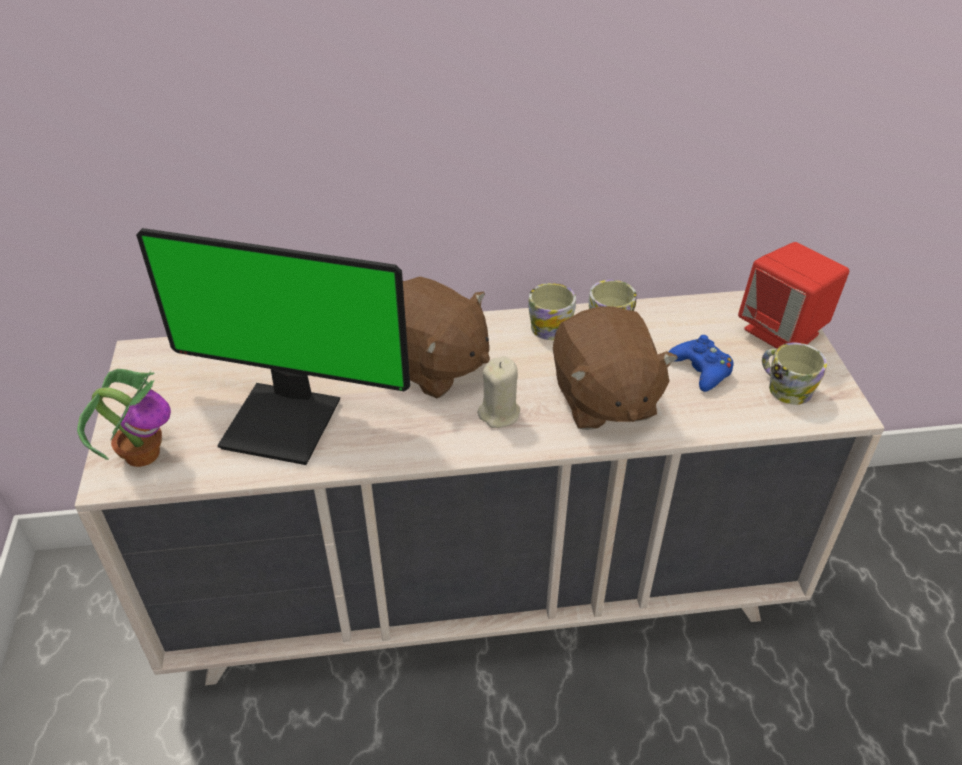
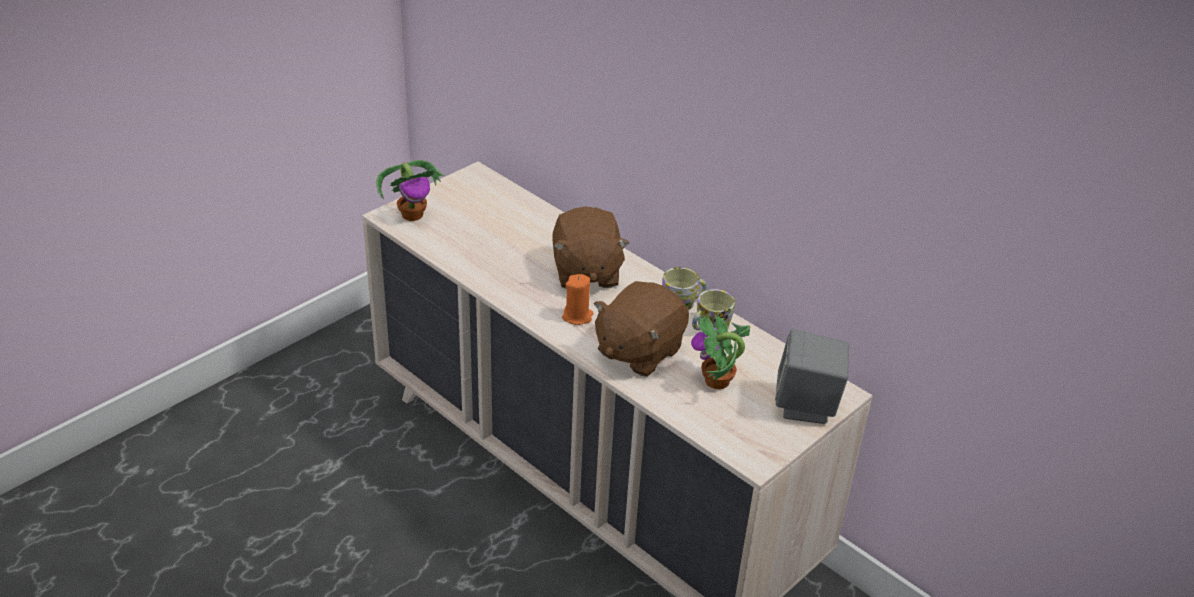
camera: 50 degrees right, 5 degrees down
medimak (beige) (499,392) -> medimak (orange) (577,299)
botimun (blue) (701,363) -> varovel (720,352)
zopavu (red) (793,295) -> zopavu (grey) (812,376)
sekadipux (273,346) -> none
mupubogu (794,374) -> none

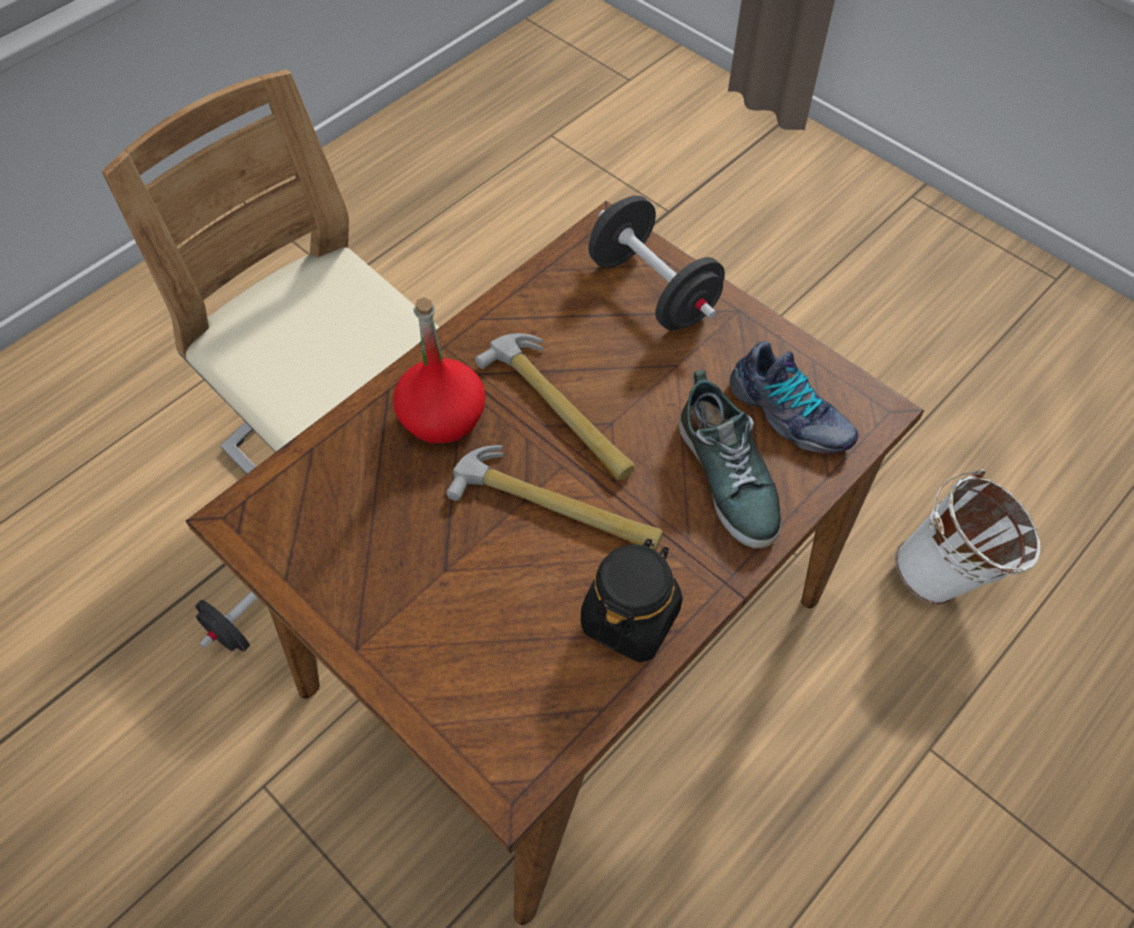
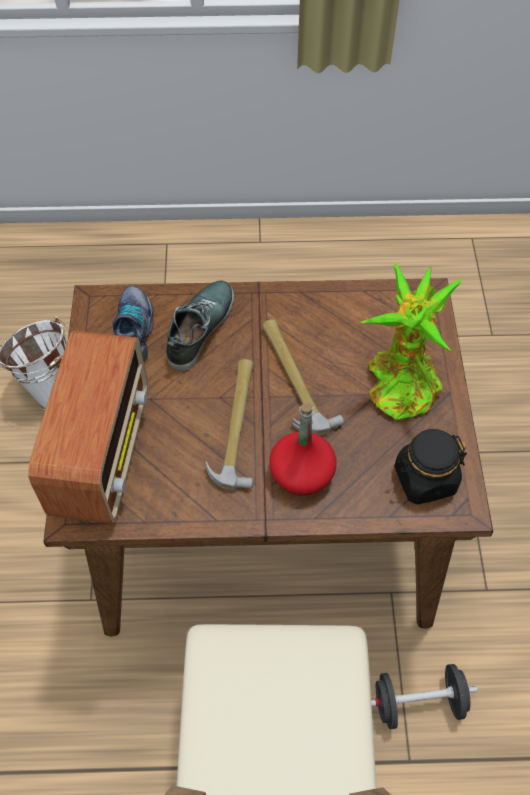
camera: 135 degrees left, 0 degrees up
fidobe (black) (656,262) -> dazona (88,427)
none -> varovel (411,341)
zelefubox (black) (632,600) -> zelefubox (black) (430,467), move

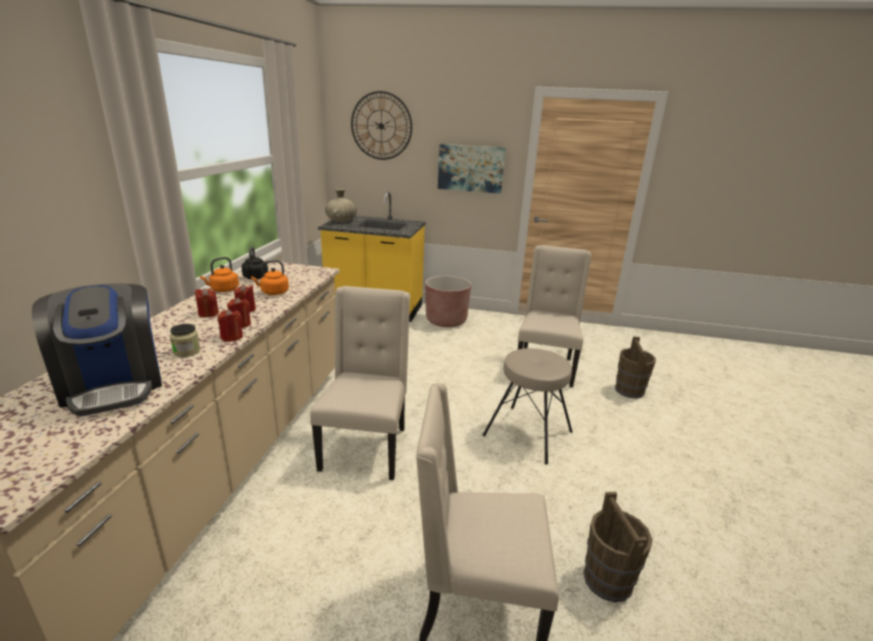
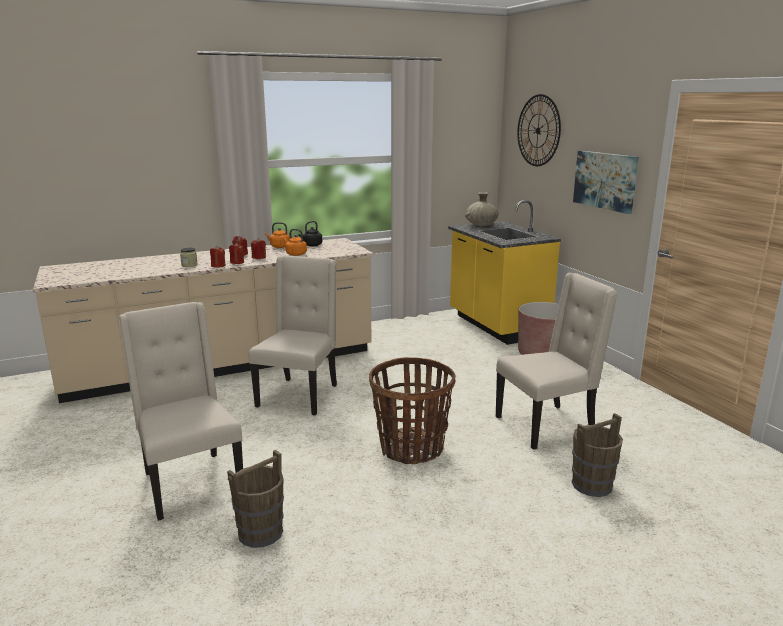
camera: 55 degrees right, 5 degrees down
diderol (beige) (360,383) -> diderol (beige) (293,335), 45 degrees counterclockwise
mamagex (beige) (527,406) -> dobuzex (412,410)
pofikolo (97,349) -> none

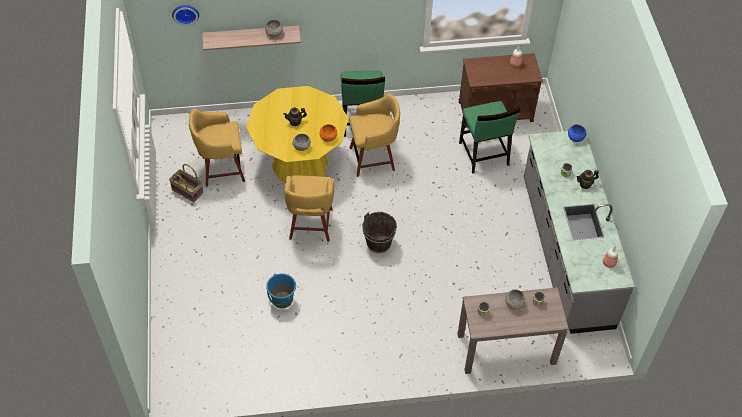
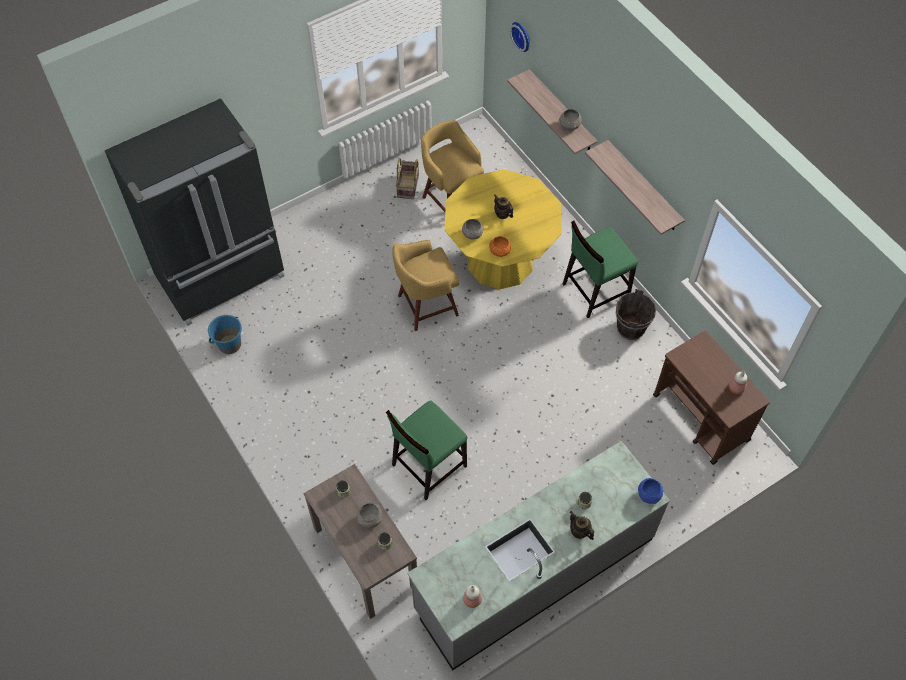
camera: 65 degrees right, 5 degrees up
none -> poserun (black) (194,211)
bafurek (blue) (281,291) -> bafurek (blue) (225,334), move
diderol (green) (490,137) -> diderol (green) (427,450), move
none -> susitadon (635,187)
bafurek (brown) (379,232) -> bafurek (brown) (635,314), move
mamagex (yellow) (374,135) -> none

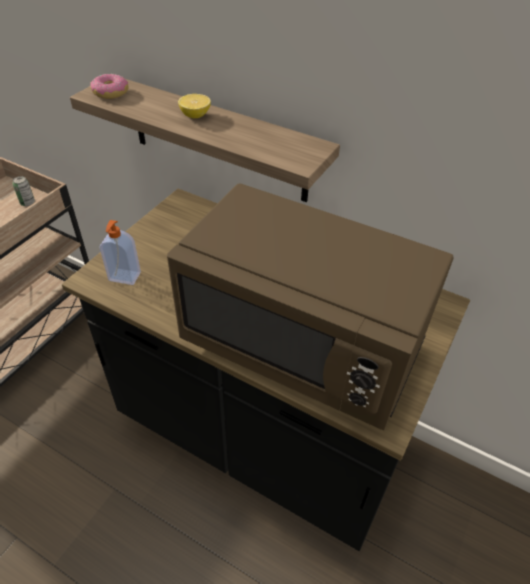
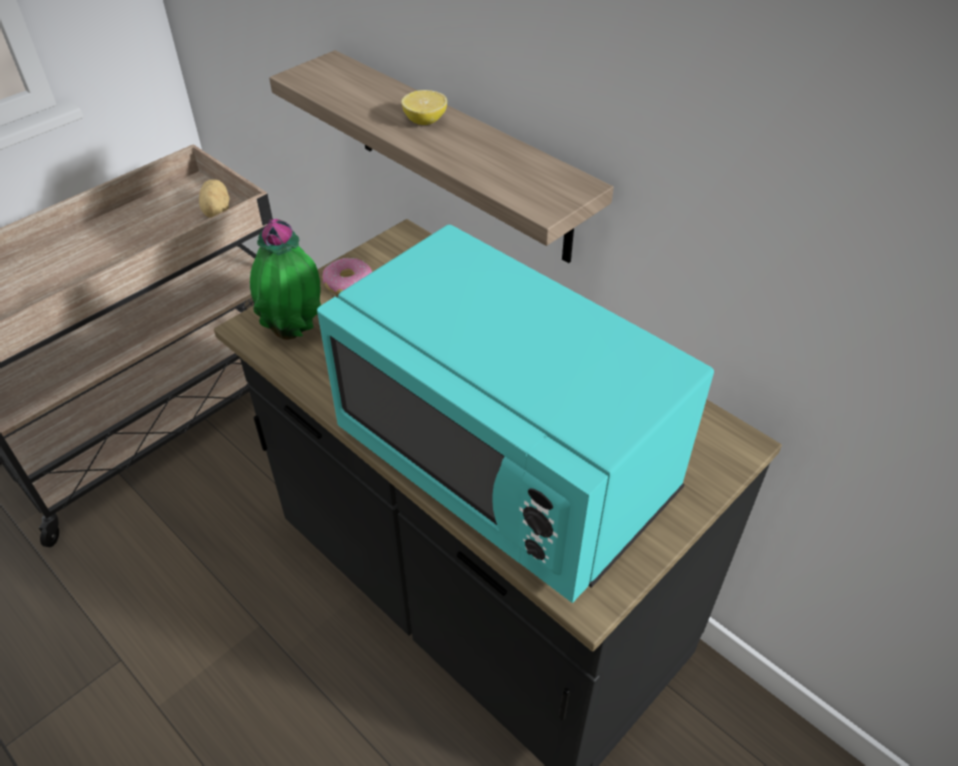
camera: 15 degrees right, 0 degrees up
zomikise (23,191) -> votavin (214,198)
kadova (120,252) -> varovel (285,279)
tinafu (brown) (310,307) -> tinafu (turquoise) (515,414)
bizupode (109,86) -> bizupode (347,276), move

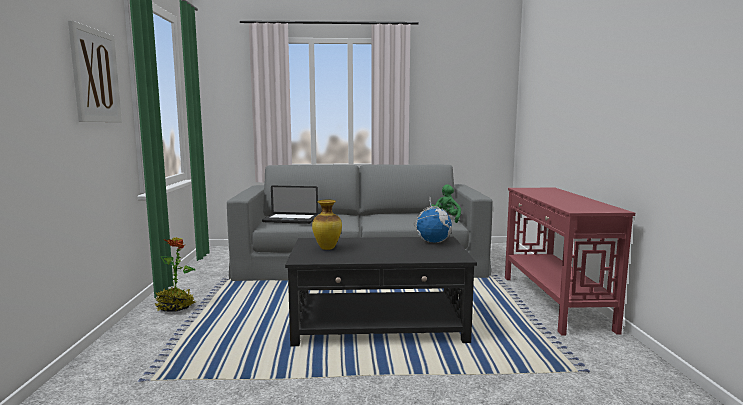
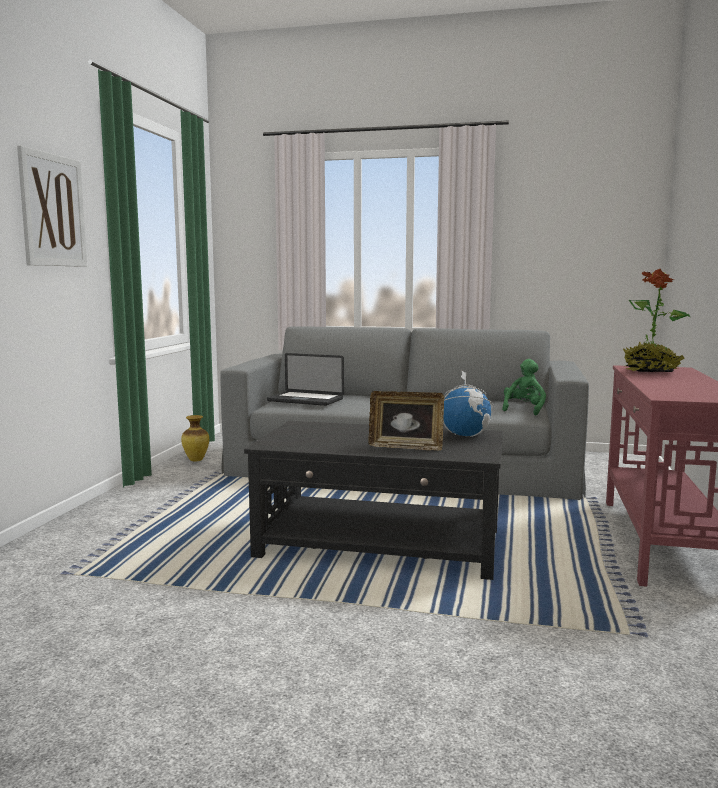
camera: 15 degrees right, 0 degrees up
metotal (327,225) -> metotal (195,438), move
none -> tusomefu (406,421)
varovel (175,274) -> varovel (656,320), move

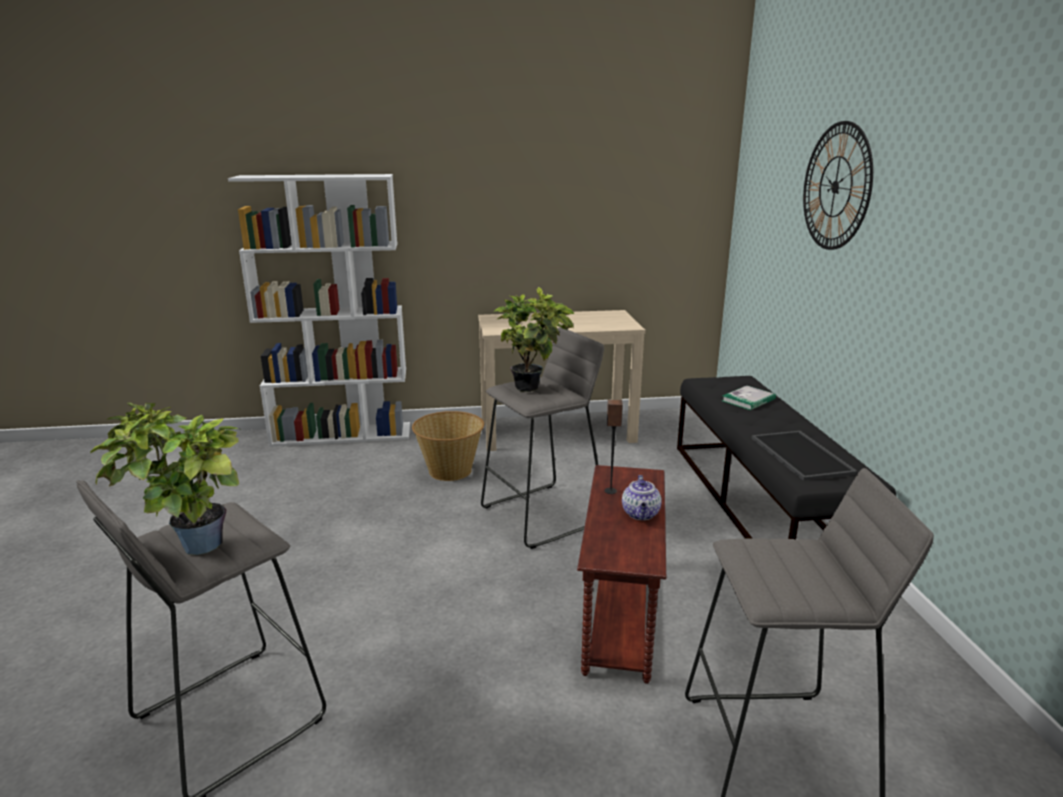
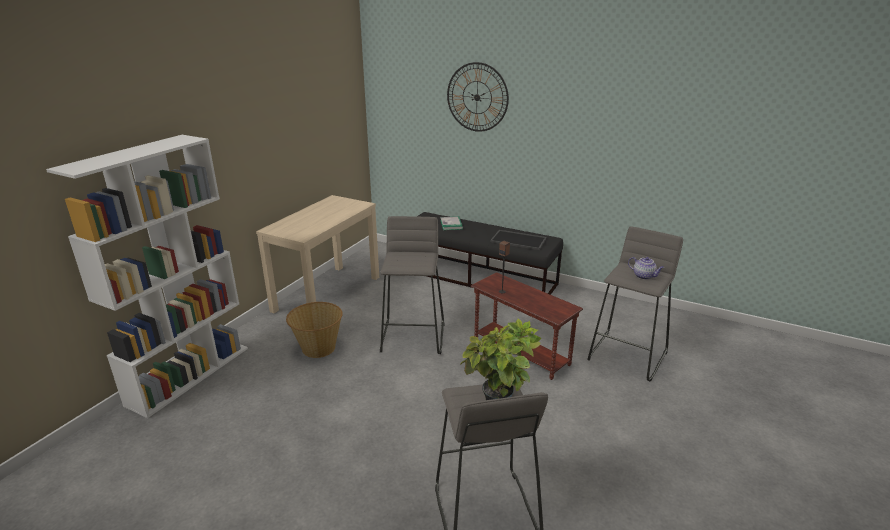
camera: 55 degrees left, 5 degrees up
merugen (642,497) -> merugen (646,268), move
varovel (533,339) -> none

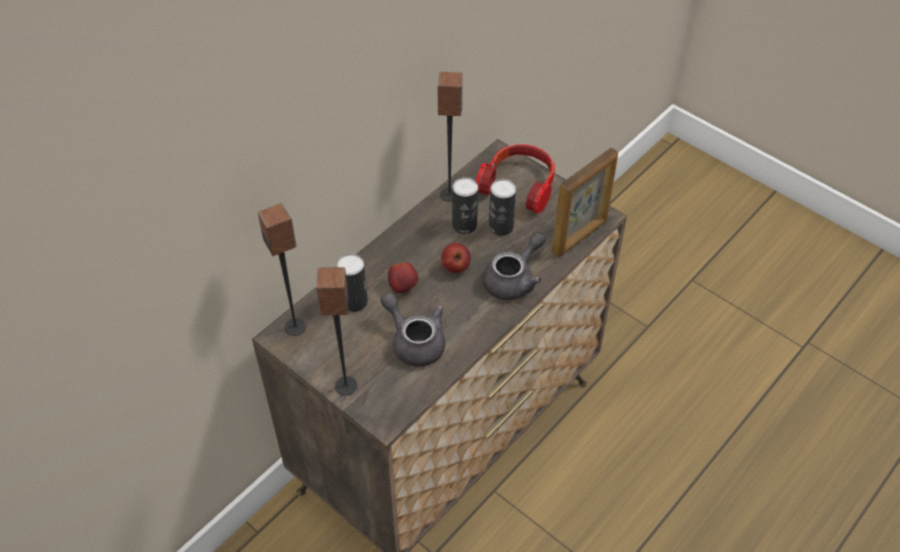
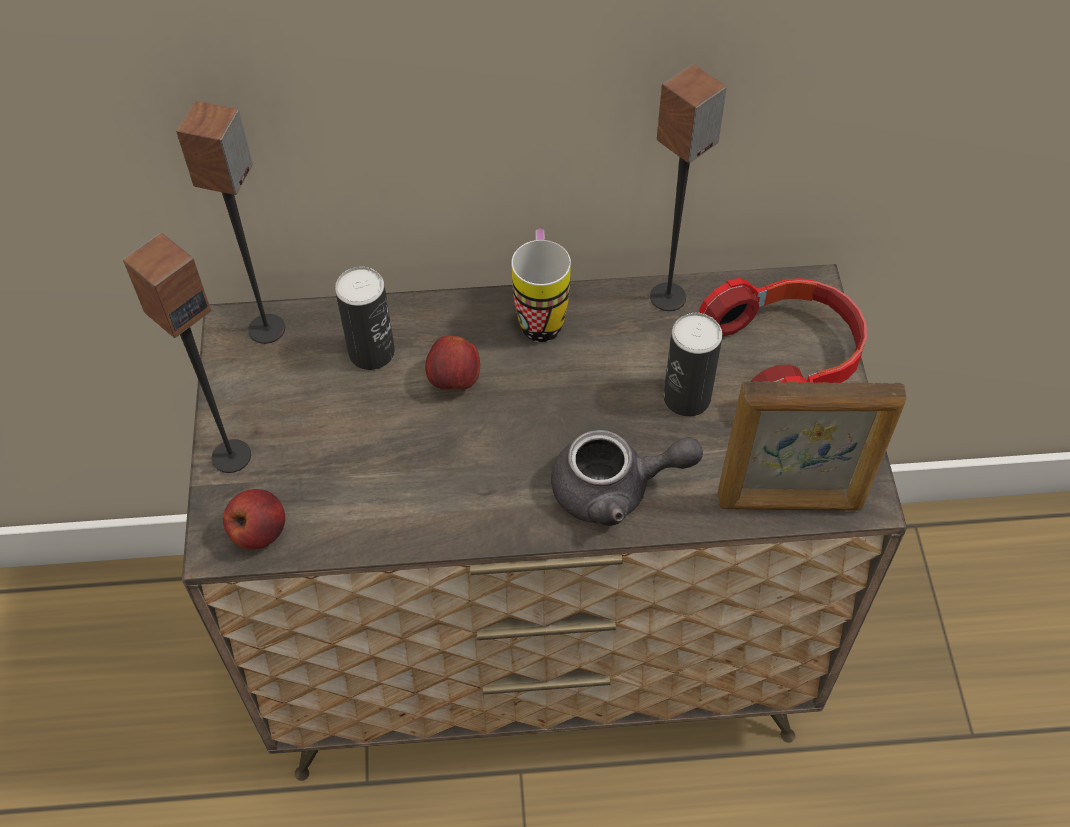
camera: 45 degrees right, 5 degrees up
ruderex (456,258) -> ruderex (254,519), move
none -> mupubogu (541,285)
merugen (grey) (412,329) -> none
zomikise (465,205) -> none

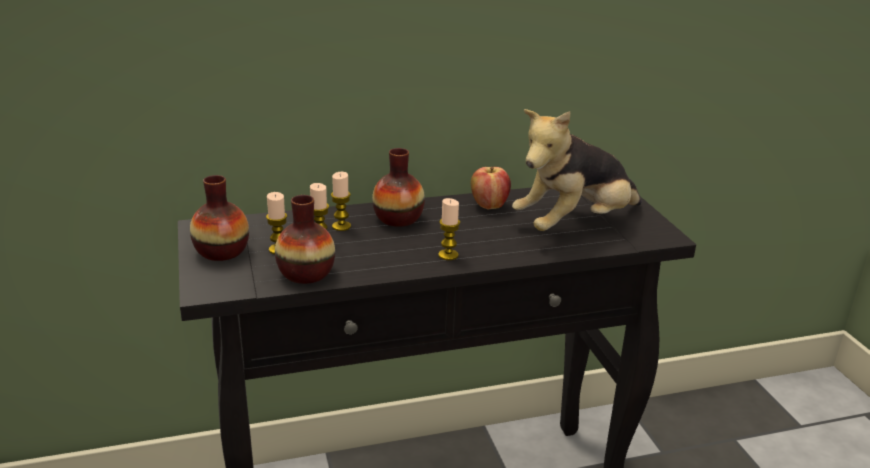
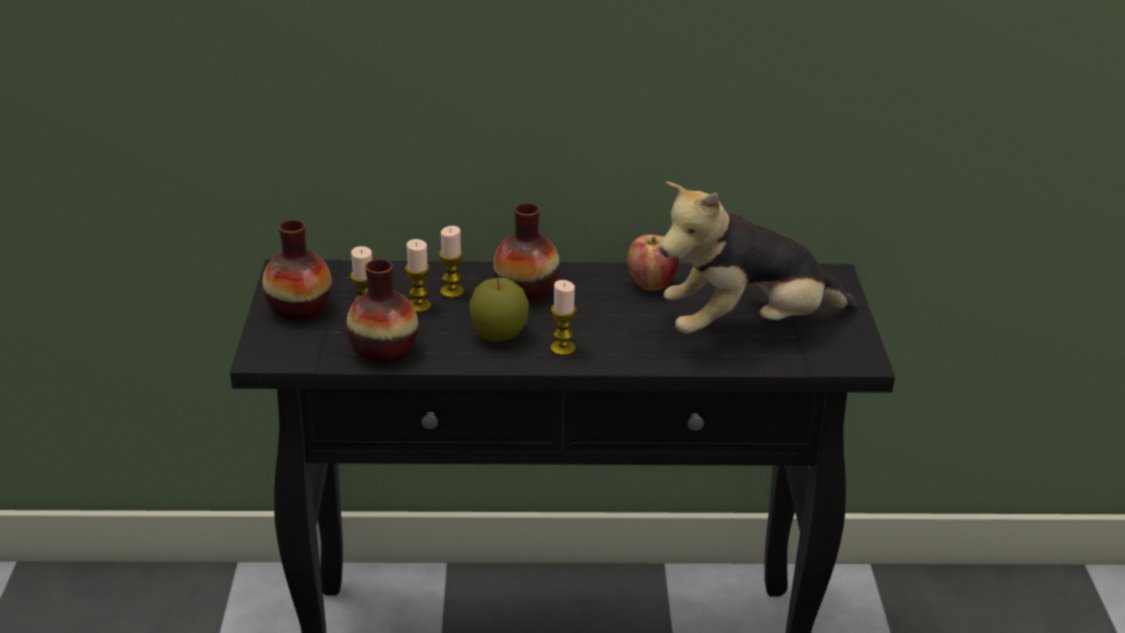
camera: 15 degrees right, 5 degrees up
none -> ruderex (499,309)

